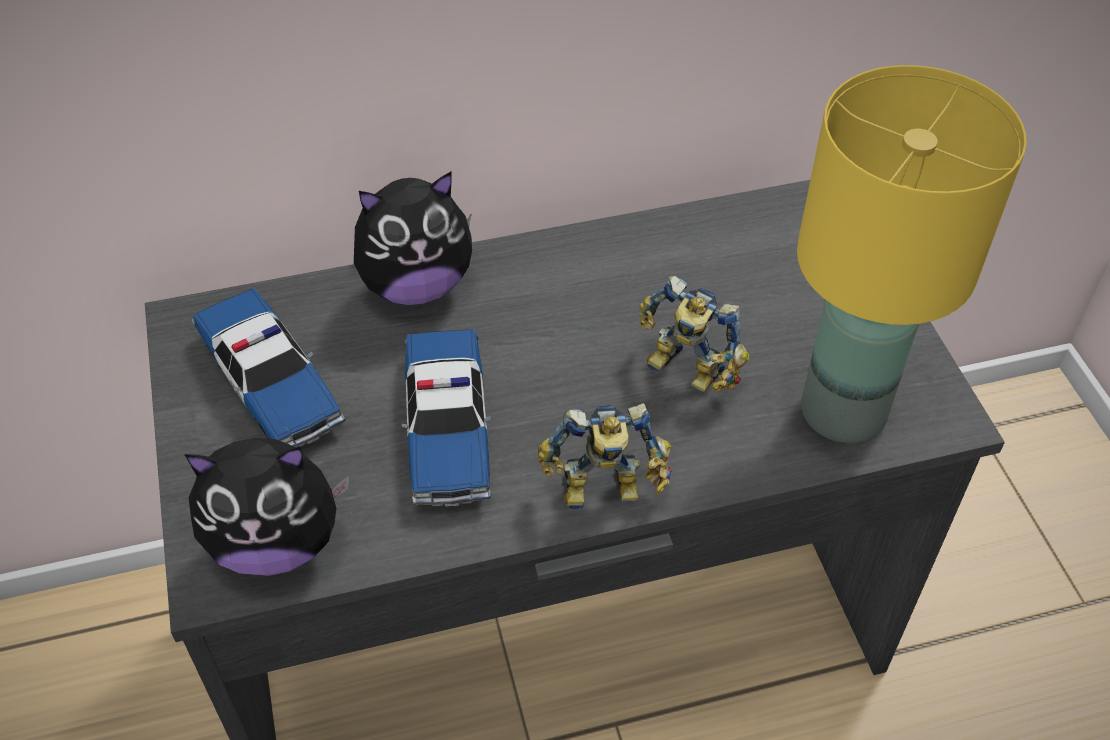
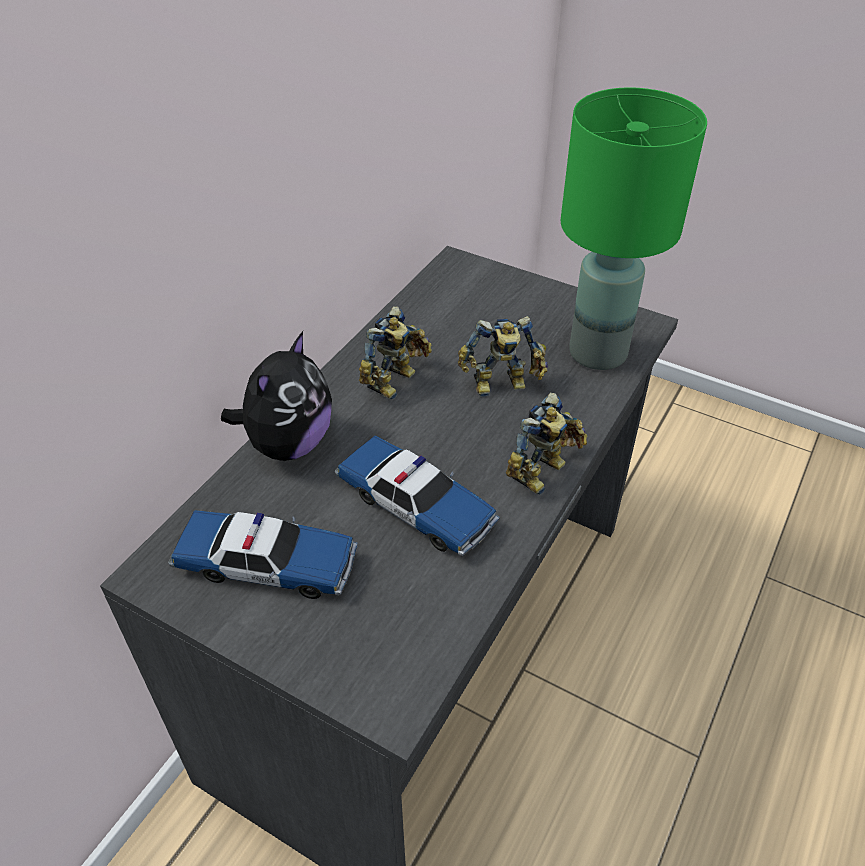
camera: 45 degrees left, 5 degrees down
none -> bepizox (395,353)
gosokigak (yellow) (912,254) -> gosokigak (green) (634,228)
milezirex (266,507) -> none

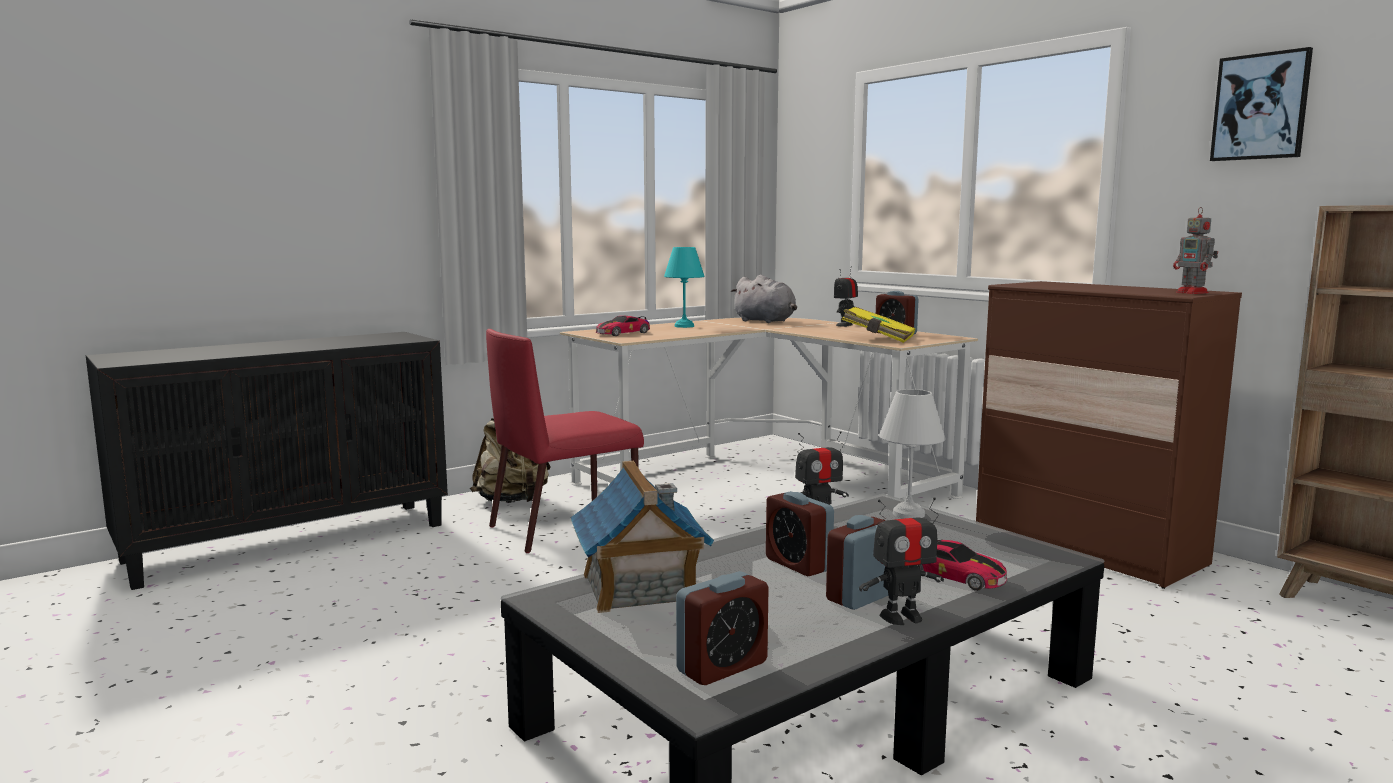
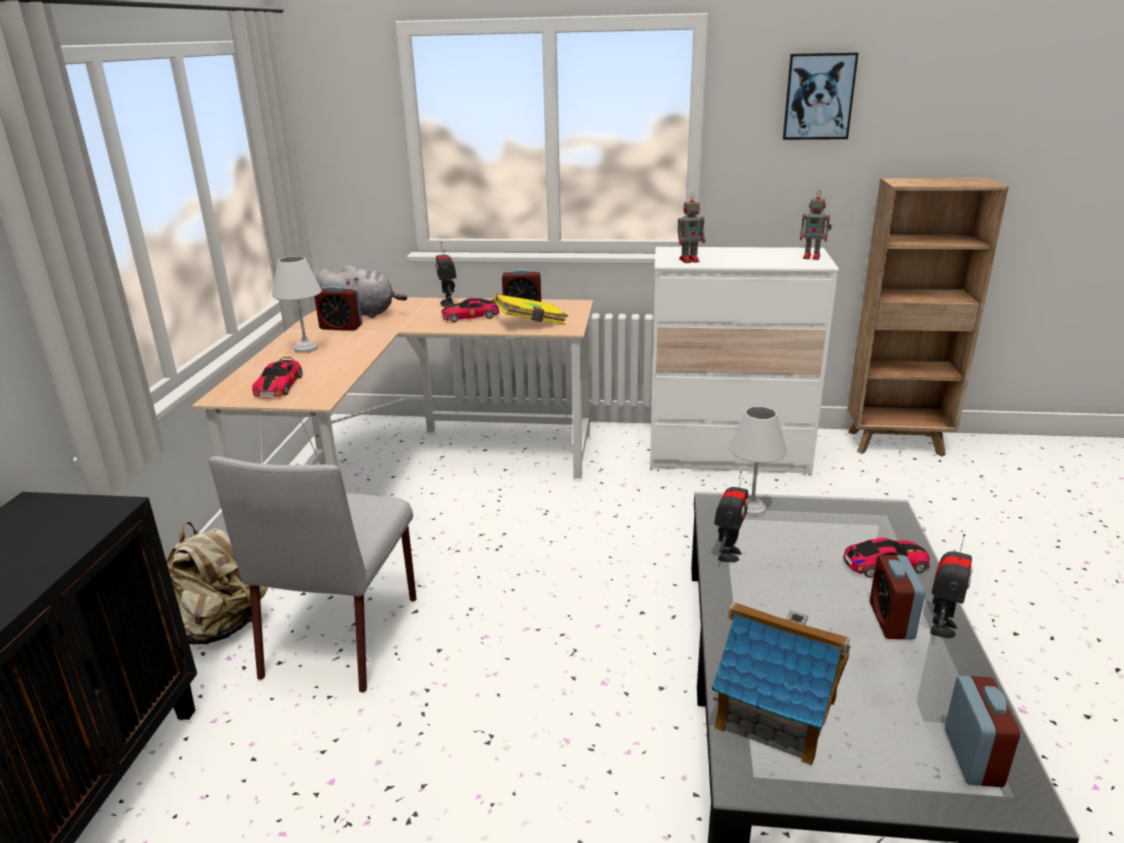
camera: 45 degrees left, 15 degrees up
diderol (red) (565,441) -> diderol (grey) (312,574)
gosokigak (turquoise) (684,287) -> gosokigak (white) (297,304)
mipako (800,533) -> mipako (338,308), move
none -> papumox (470,310)
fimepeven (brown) (1109,435) -> fimepeven (white) (744,361)
none -> bepizox (691,228)

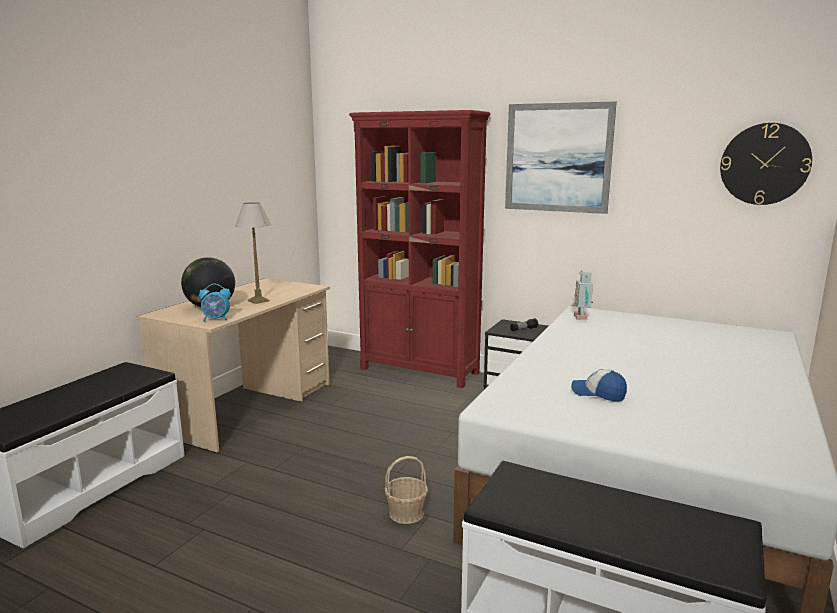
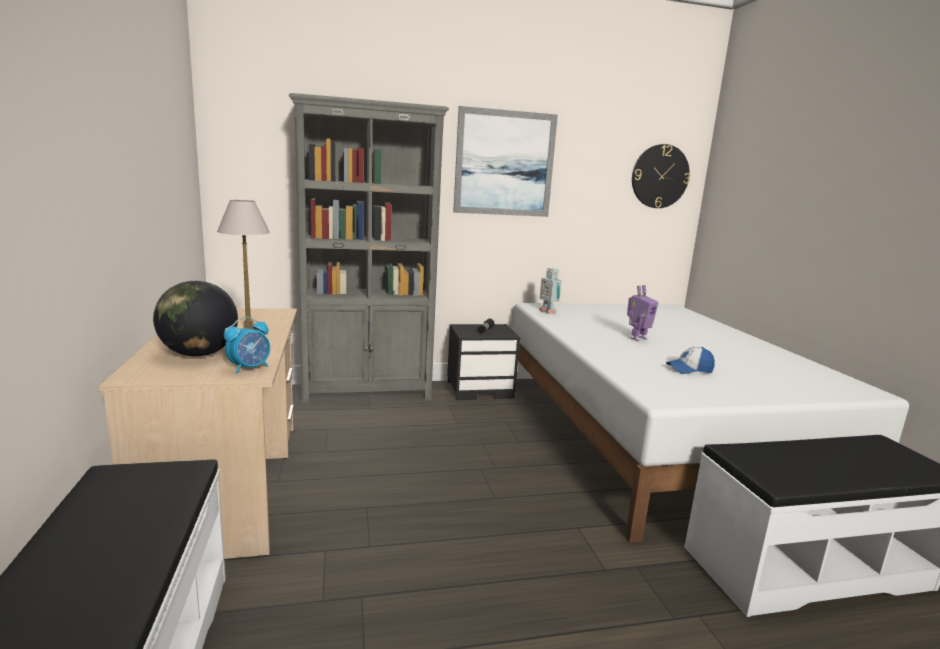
camera: 40 degrees left, 0 degrees up
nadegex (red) (420,249) -> nadegex (grey) (369,248)
none -> bepizox (643,313)
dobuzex (406,490) -> none

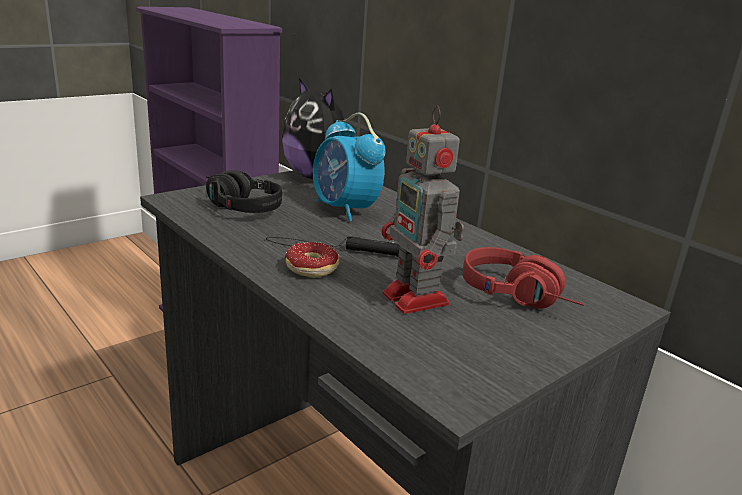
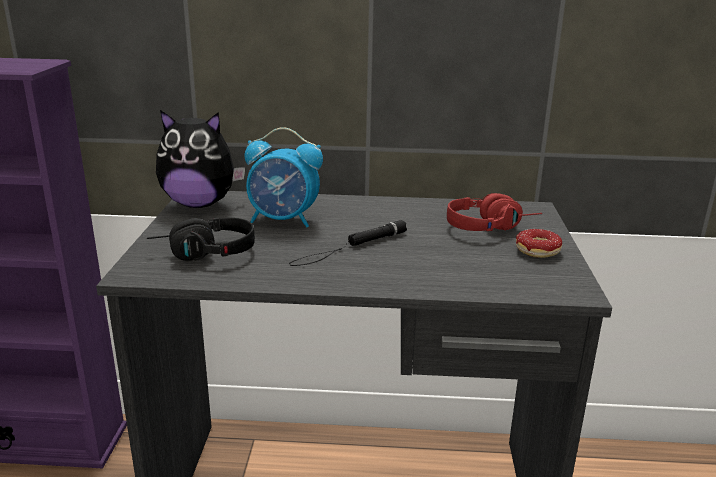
camera: 45 degrees left, 0 degrees up
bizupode (312,259) -> bizupode (539,243), move
bepizox (423,209) -> none

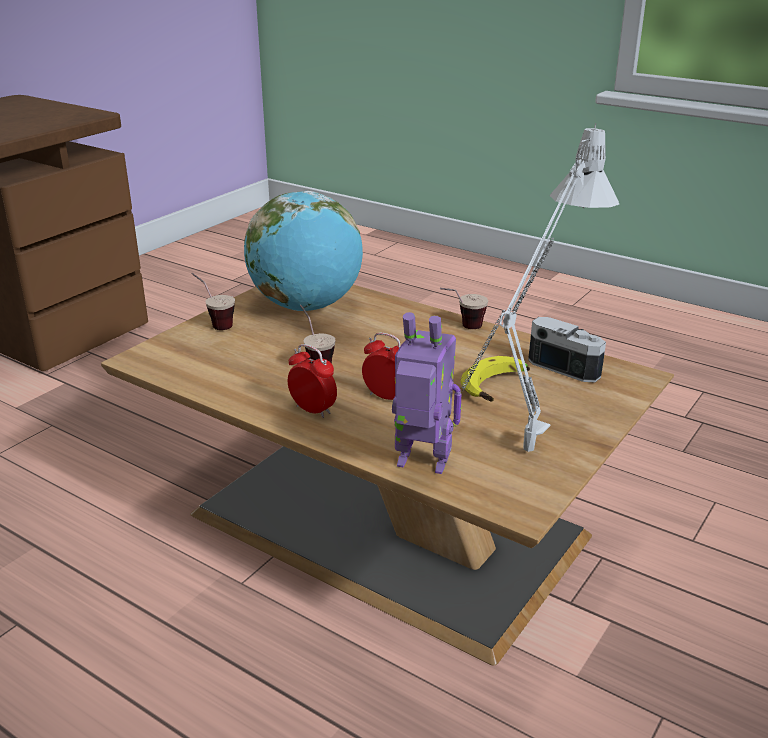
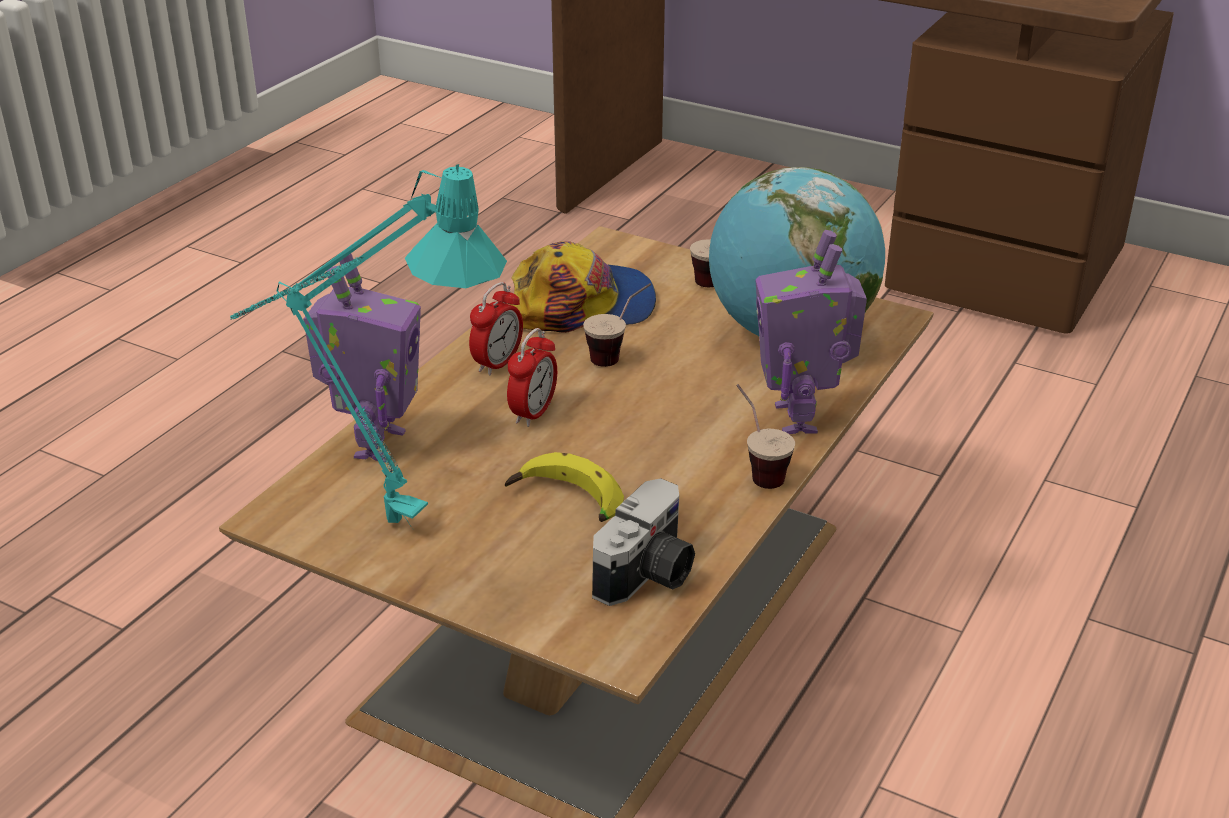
camera: 85 degrees right, 5 degrees up
gosokigak (grey) (540,287) -> gosokigak (turquoise) (368,348)
none -> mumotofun (583,287)
none -> bepizox (811,332)

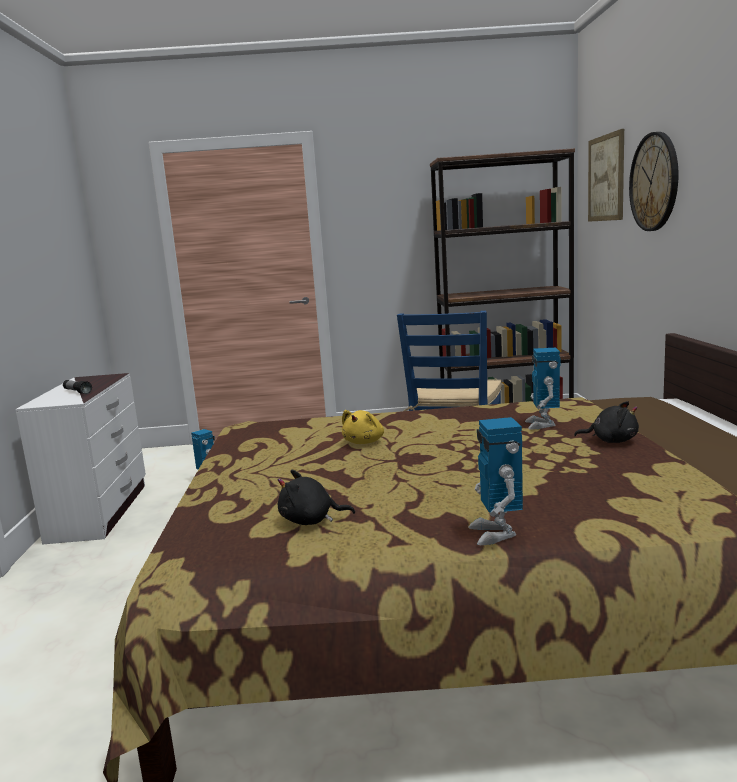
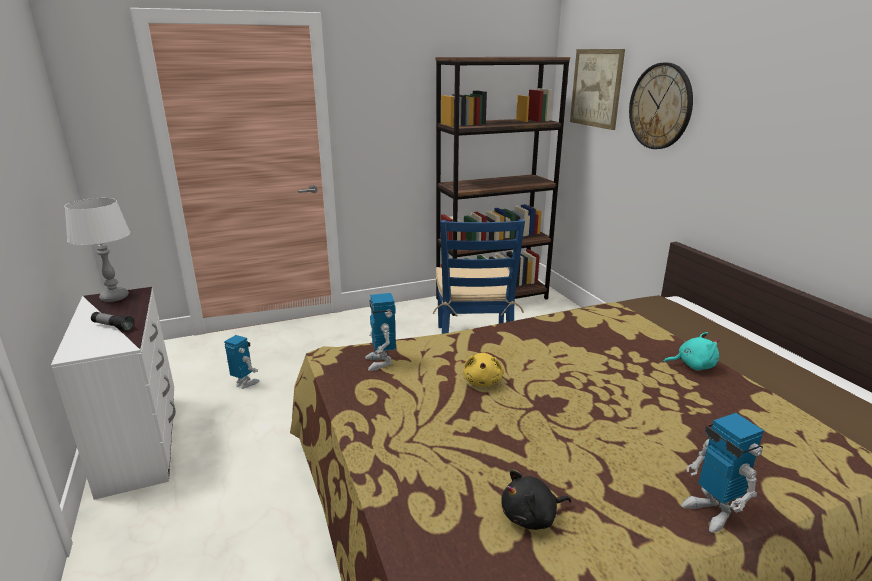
camera: 20 degrees left, 10 degrees up
none -> gosokigak (white) (97,250)
bepizox (543,388) -> bepizox (380,332), move
milezirex (black) (606,422) -> milezirex (turquoise) (691,351)

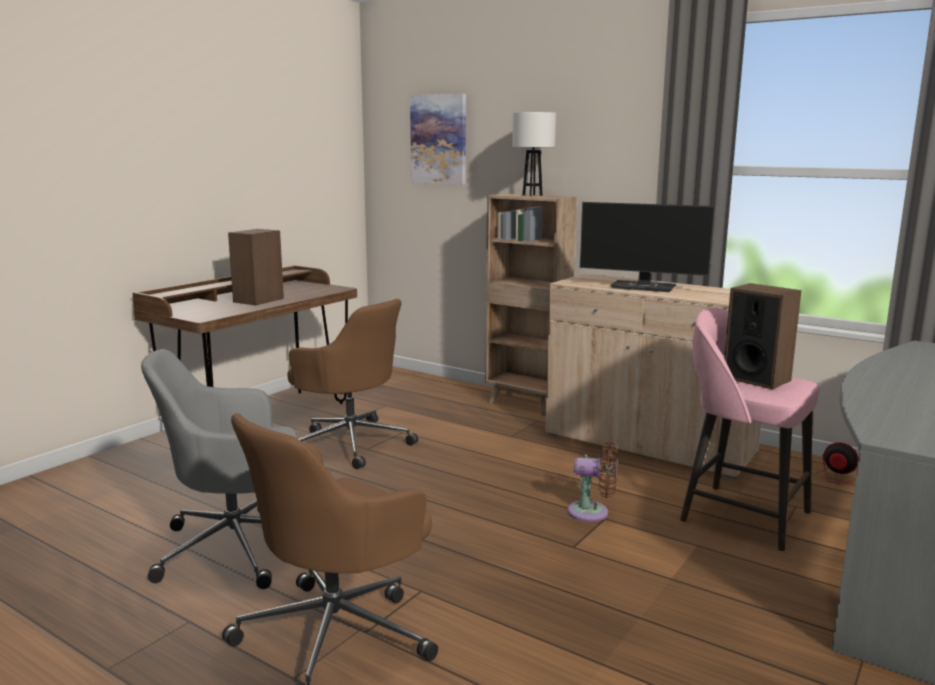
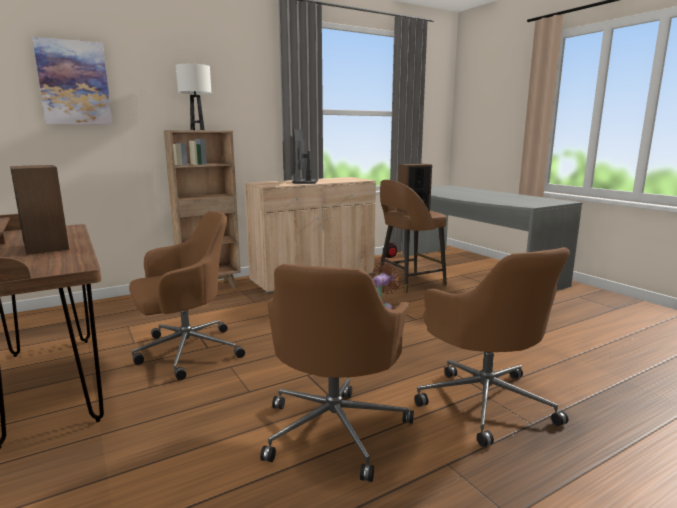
camera: 65 degrees left, 0 degrees up
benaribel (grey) (219,469) -> benaribel (brown) (337,373)
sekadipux (647,247) -> sekadipux (305,156), 135 degrees clockwise
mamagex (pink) (749,429) -> mamagex (brown) (412,236)

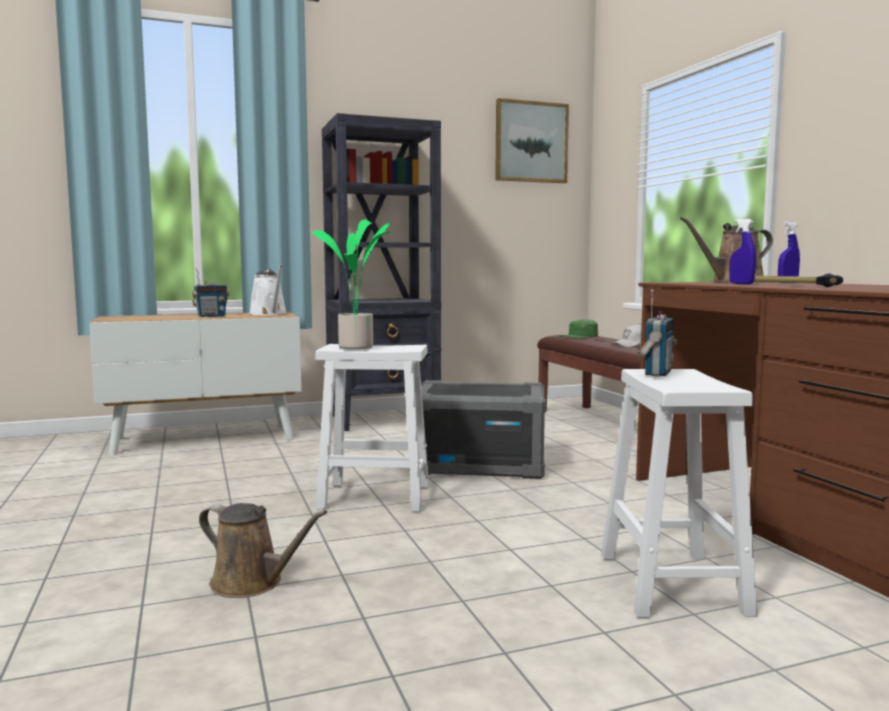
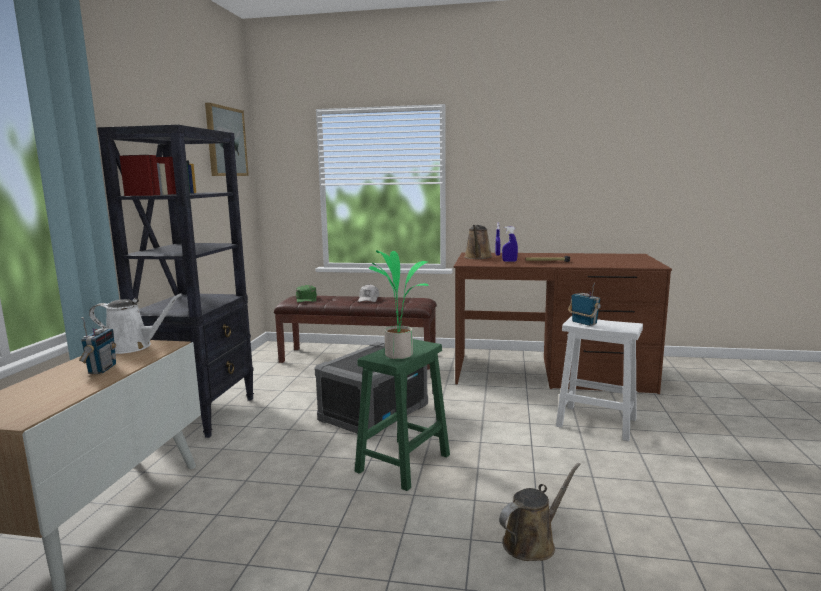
camera: 60 degrees left, 5 degrees up
mamagex (white) (372,428) -> mamagex (green) (402,415)

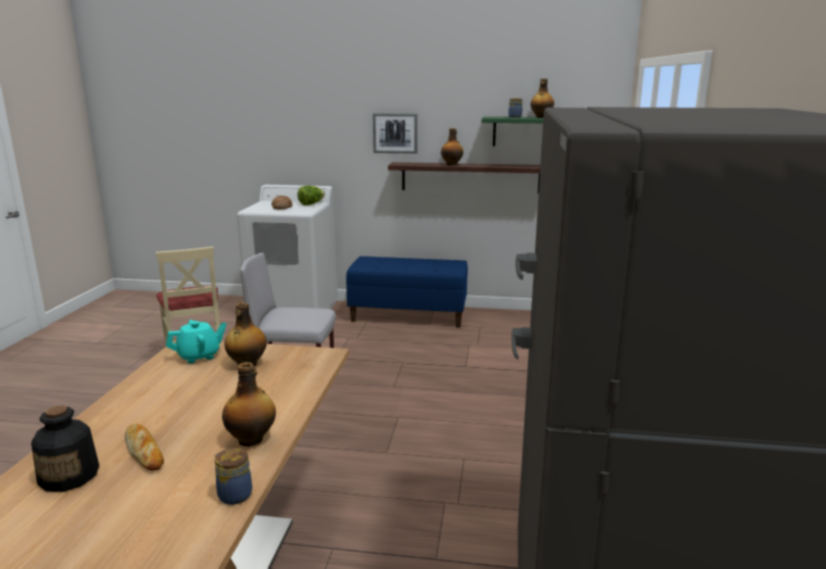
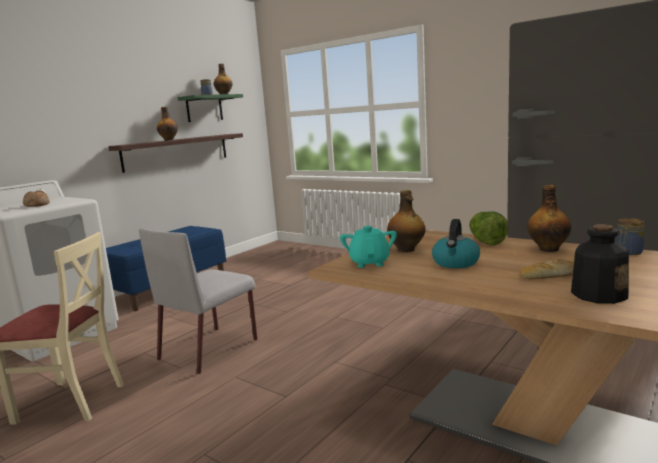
camera: 60 degrees left, 5 degrees down
none -> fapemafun (456,243)
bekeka (311,195) -> bekeka (489,228), move
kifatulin (395,133) -> none

